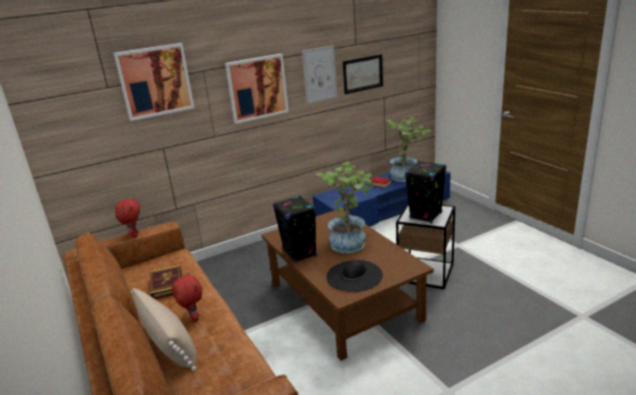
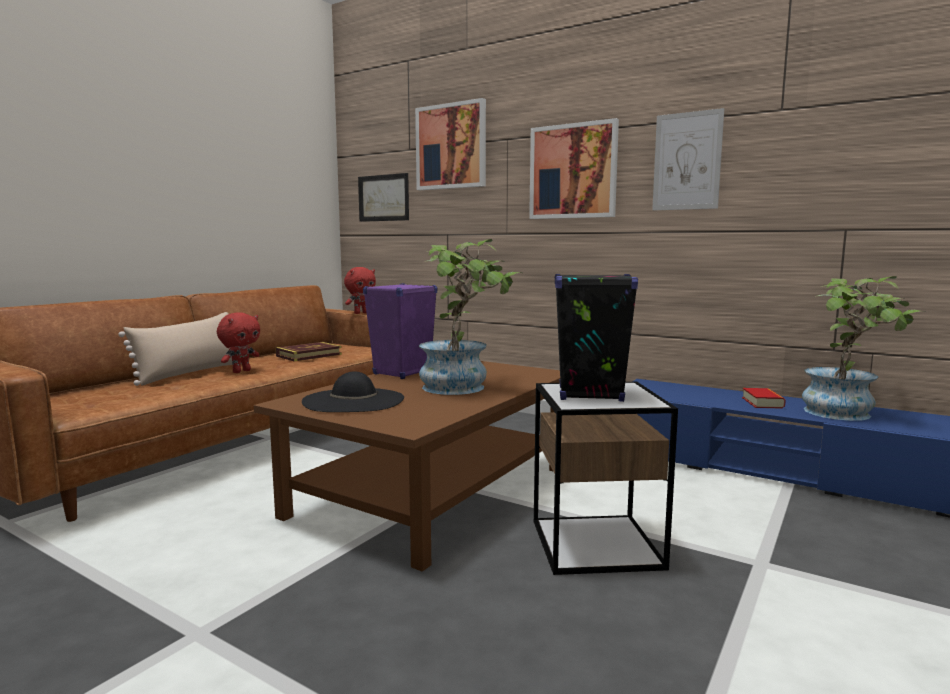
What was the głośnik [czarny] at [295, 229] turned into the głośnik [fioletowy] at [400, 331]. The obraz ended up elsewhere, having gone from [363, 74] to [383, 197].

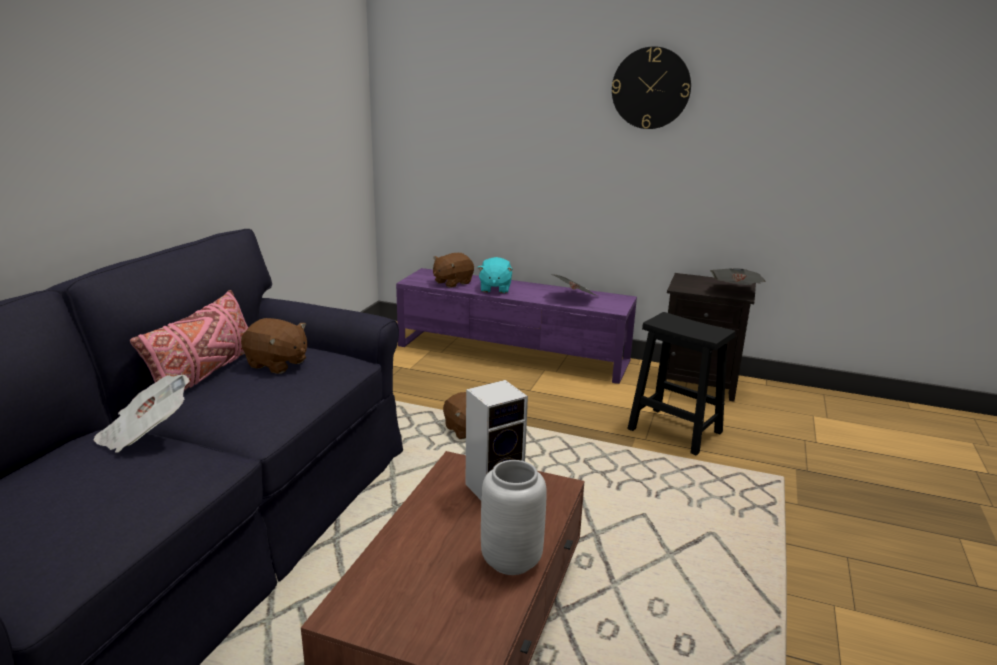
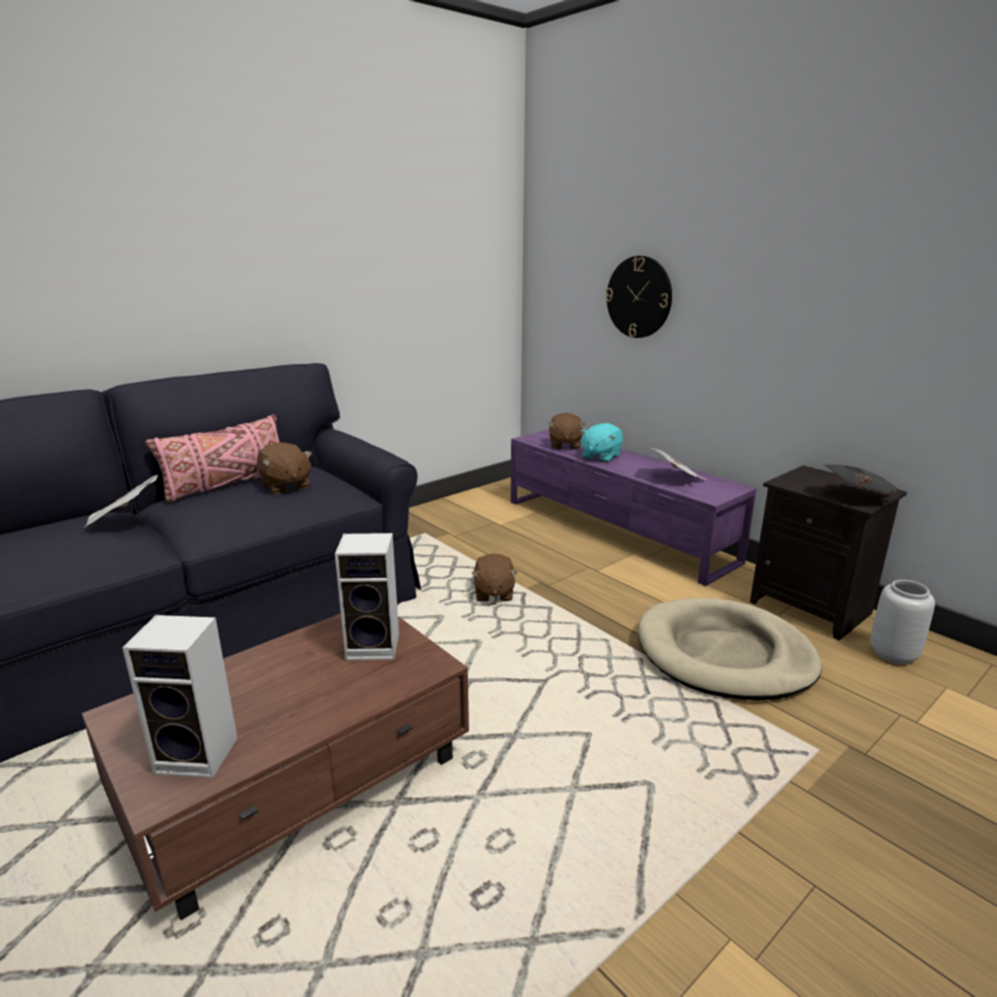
The pluszak [brązowy] at [453, 270] ended up facing another way, 75 degrees counterclockwise from before. The wazon [szary] ended up elsewhere, having gone from [514, 517] to [902, 622]. The zegar ścienny ended up elsewhere, having gone from [651, 87] to [638, 297]. Where the stołek [czarny] stood at [681, 384], the legowisko [beżowy] came to stand at [730, 649]. The second view gained the głośnik at [179, 696].

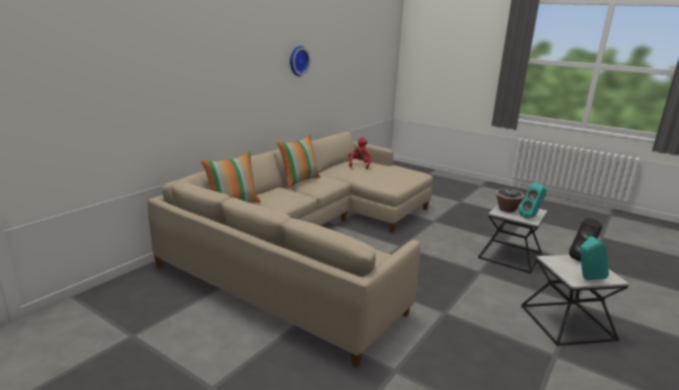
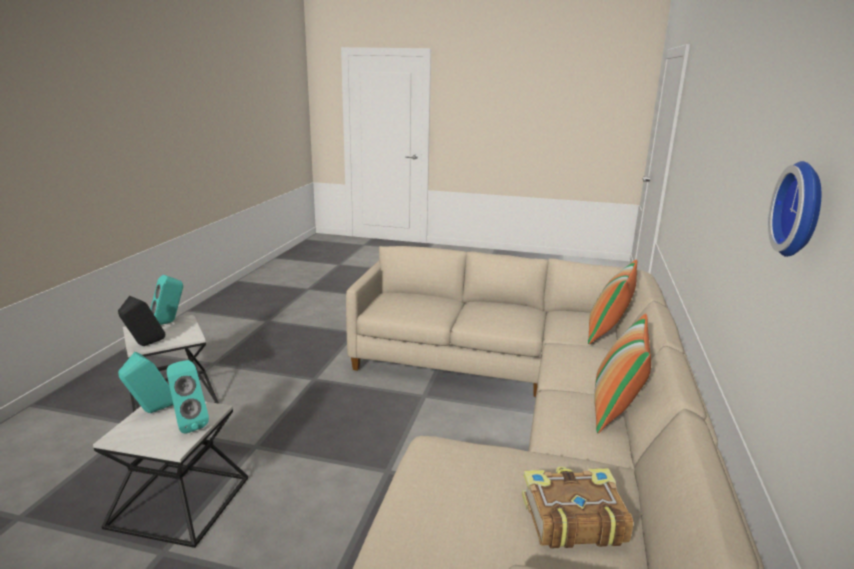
Where the pluszak [czerwony] stood at [360, 153], the książka came to stand at [577, 507]. Where the roślina doniczkowa stood at [510, 200], the głośnik [turkusowy] came to stand at [188, 397].

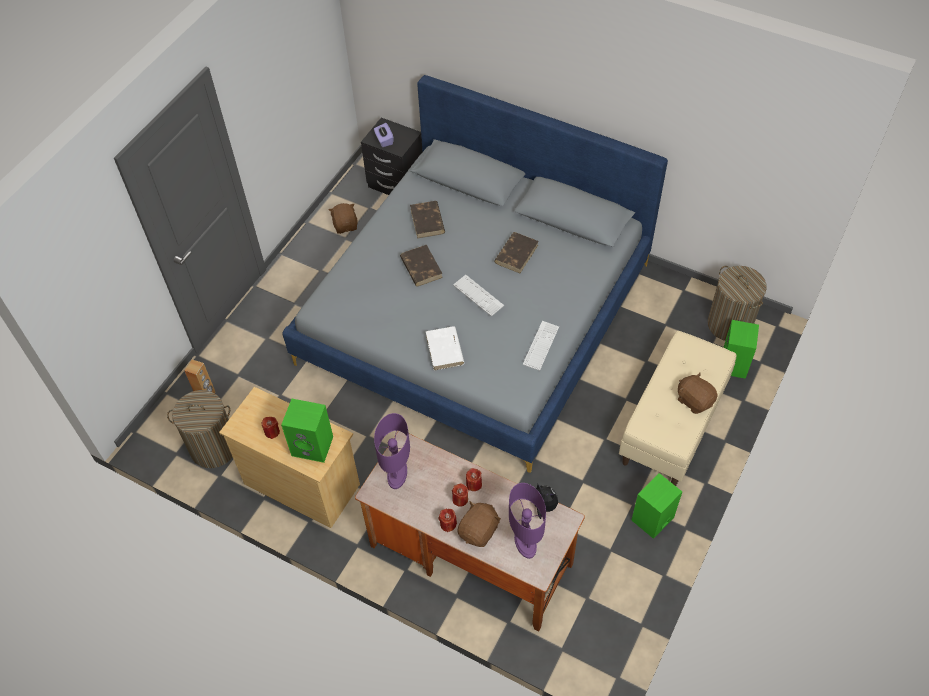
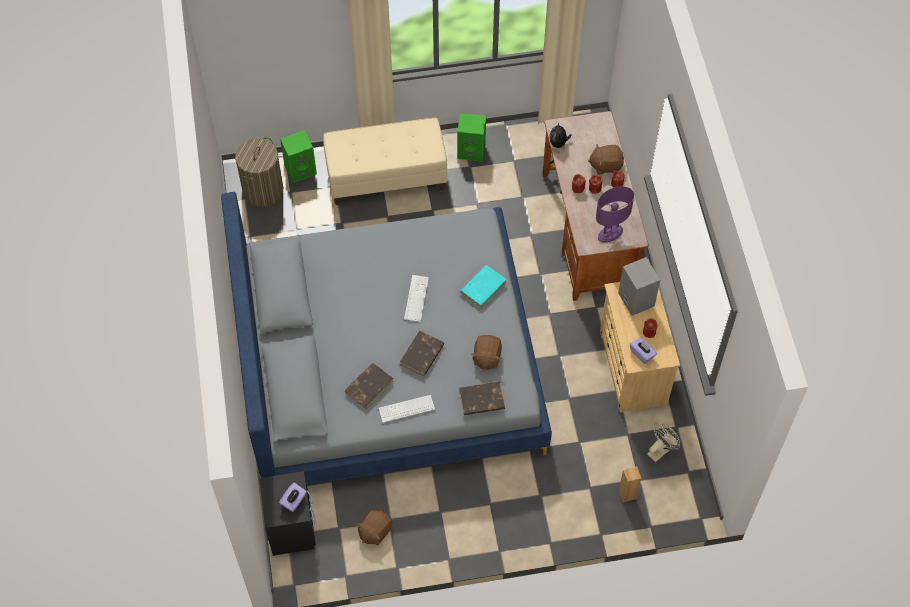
Where the kosz na pranie stood at [200, 429], the wentylator [beżowy] came to stand at [663, 442]. What was the głośnik [zielony] at [307, 431] turned into the głośnik [szary] at [639, 286]. What was the książka [biały] at [445, 348] turned into the książka [turkusowy] at [483, 287]. The książka [brązowy] ended up elsewhere, having gone from [516, 252] to [482, 398]. The second view lost the lampa stołowa [fioletowy] at [527, 521]. The klawiatura ended up elsewhere, having gone from [541, 346] to [407, 409]. The pluszak [brązowy] ended up elsewhere, having gone from [698, 393] to [486, 353]. The second view gained the pudełko chusteczek [fioletowy] at [643, 350].

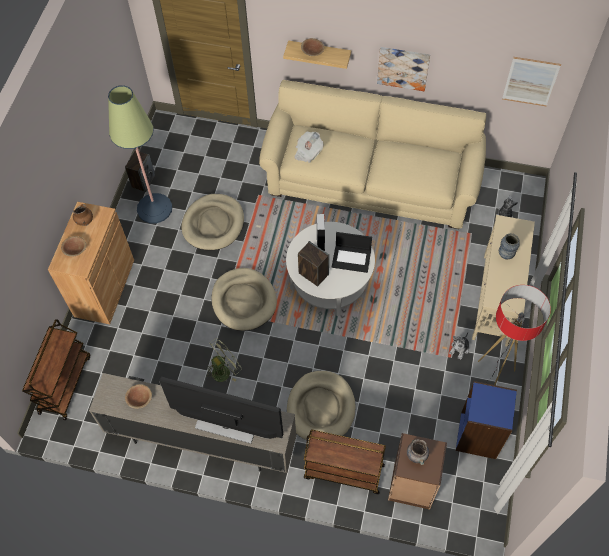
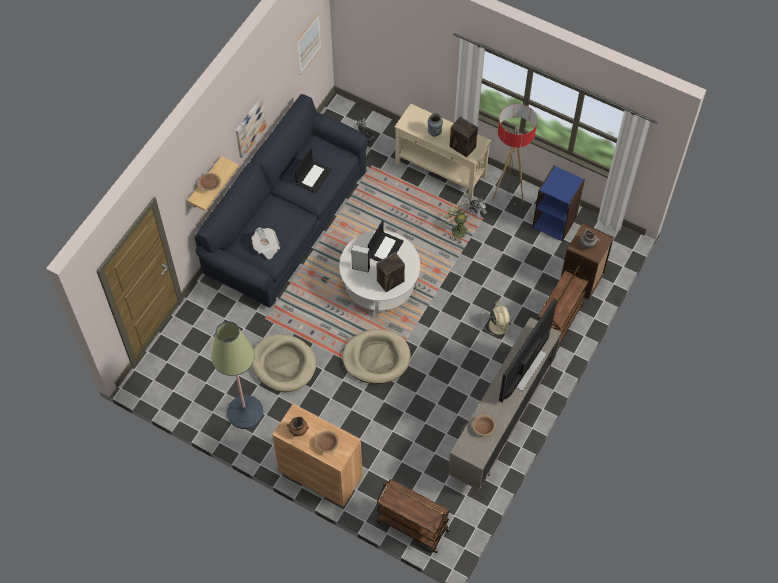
The głośnik ended up elsewhere, having gone from [140, 171] to [464, 136]. The wentylator [zielony] ended up elsewhere, having gone from [224, 360] to [458, 222]. What was the kanapa [beżowy] at [372, 154] turned into the kanapa [niebieski] at [282, 201]. Where the legowisko [beżowy] stood at [321, 406], the wentylator [beżowy] came to stand at [498, 320]. The second view gained the laptop at [313, 170].

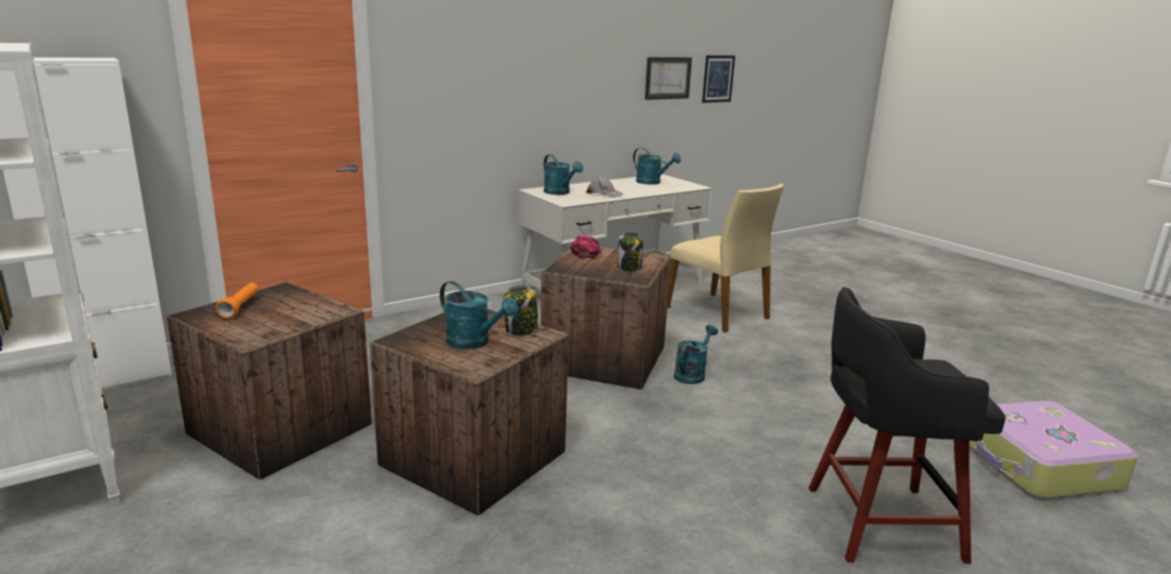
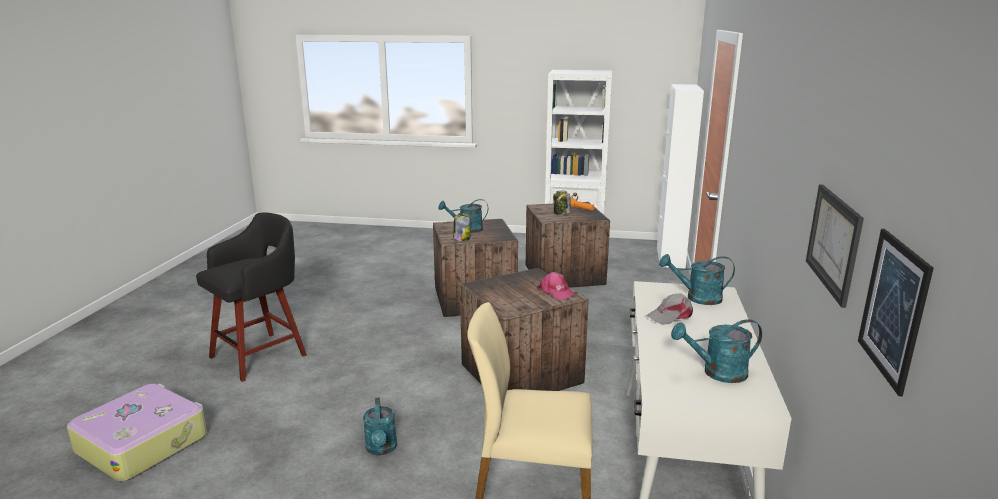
The słoik ended up elsewhere, having gone from [630, 252] to [562, 203]. The konewka [turkusowy] ended up elsewhere, having gone from [696, 354] to [380, 426].

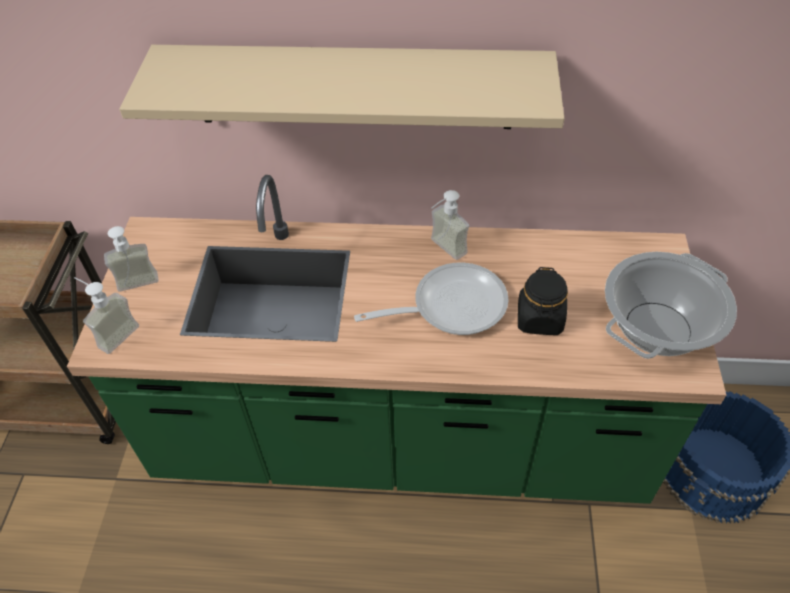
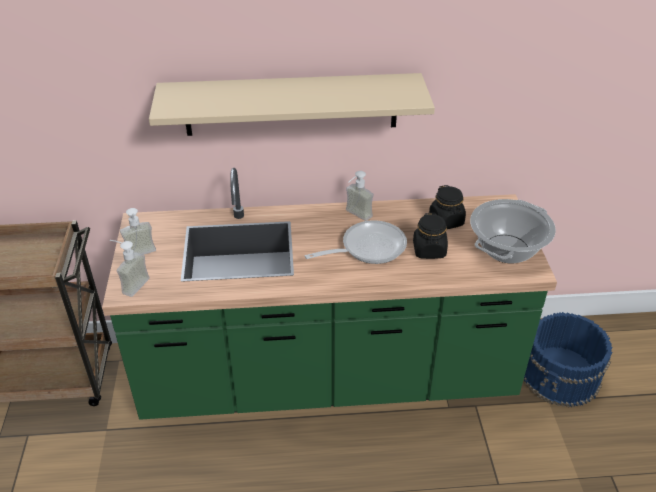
The second view gained the słoik [czarny] at [447, 207].

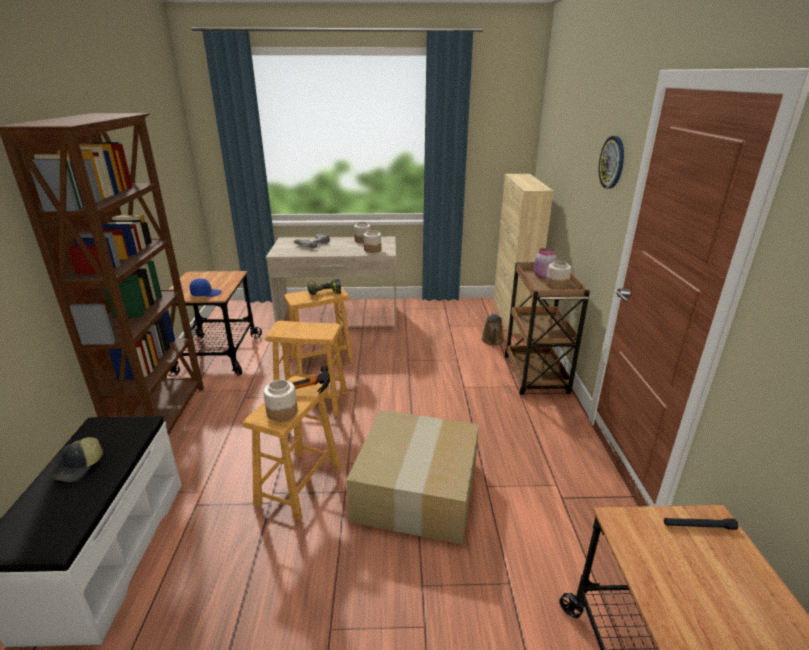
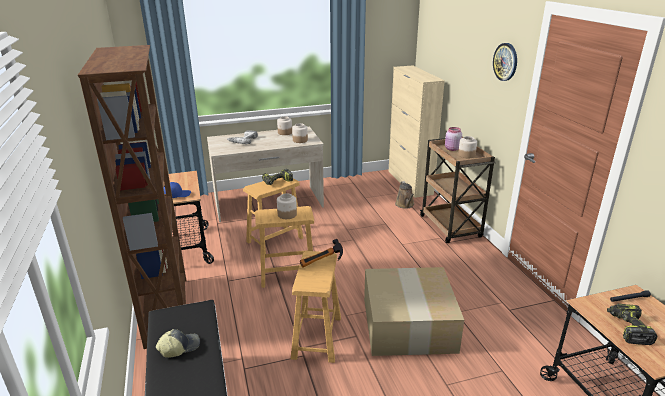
The czapka z daszkiem at [78, 459] ended up facing another way, 120 degrees counterclockwise from before. The słoik ended up elsewhere, having gone from [280, 400] to [287, 206]. The second view gained the wiertarka at [632, 324].

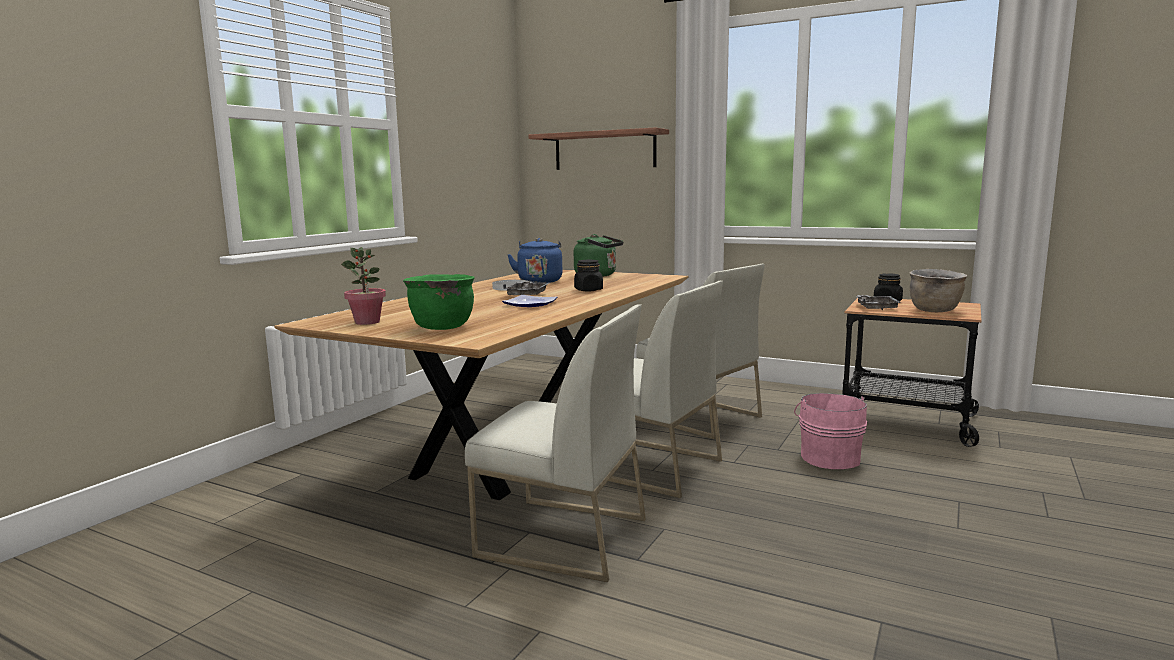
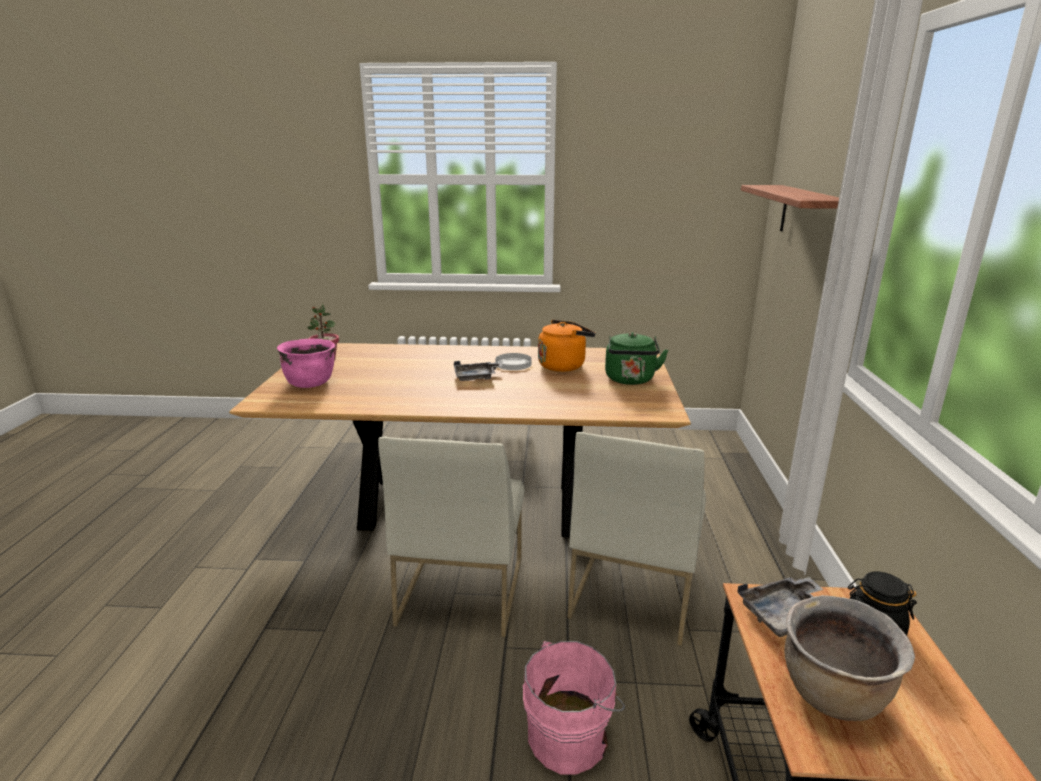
What was the garnek [zielony] at [438, 302] turned into the garnek [różowy] at [306, 363]. The second view lost the krzesło [biały] at [555, 443]. The second view lost the talerz at [530, 301]. What was the czajnik [niebieski] at [534, 260] turned into the czajnik [pomarańczowy] at [566, 346]. The second view lost the słoik [czarny] at [588, 275].

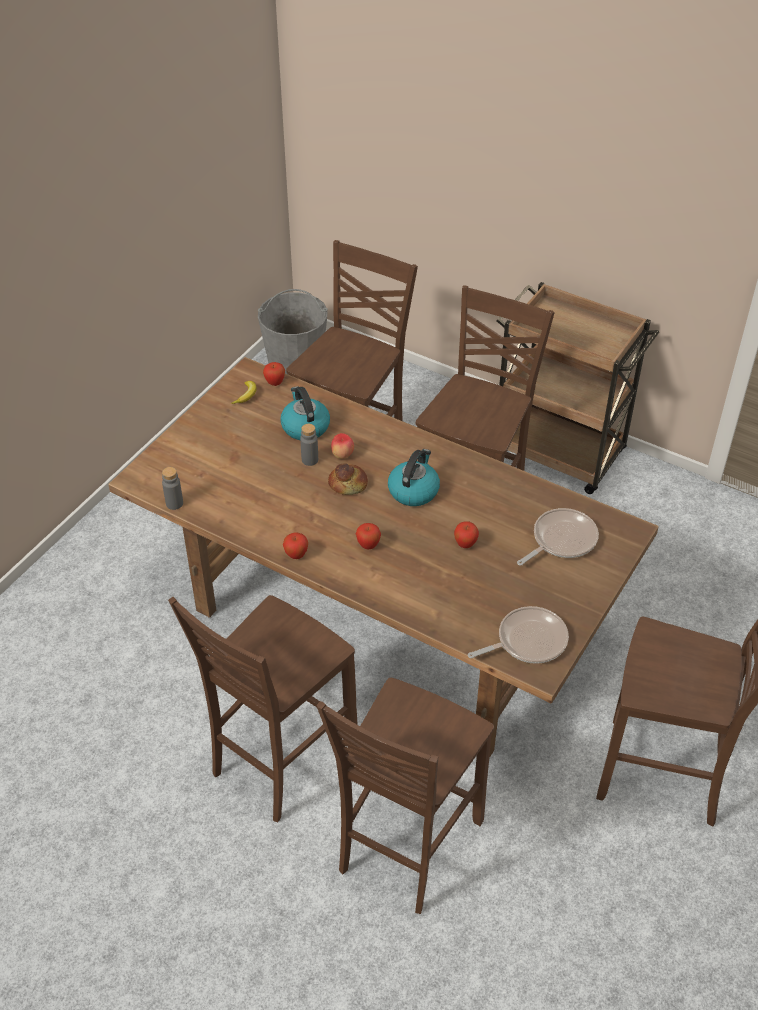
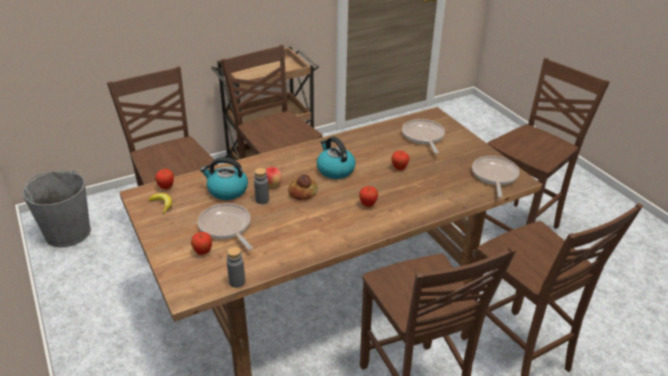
The jabłko ended up elsewhere, having gone from [295, 545] to [201, 243]. The second view gained the patelnia at [225, 226].

